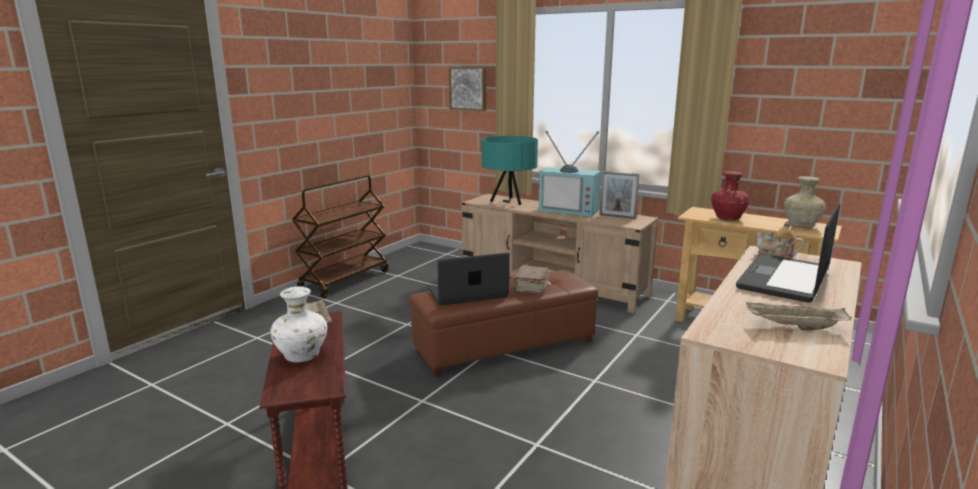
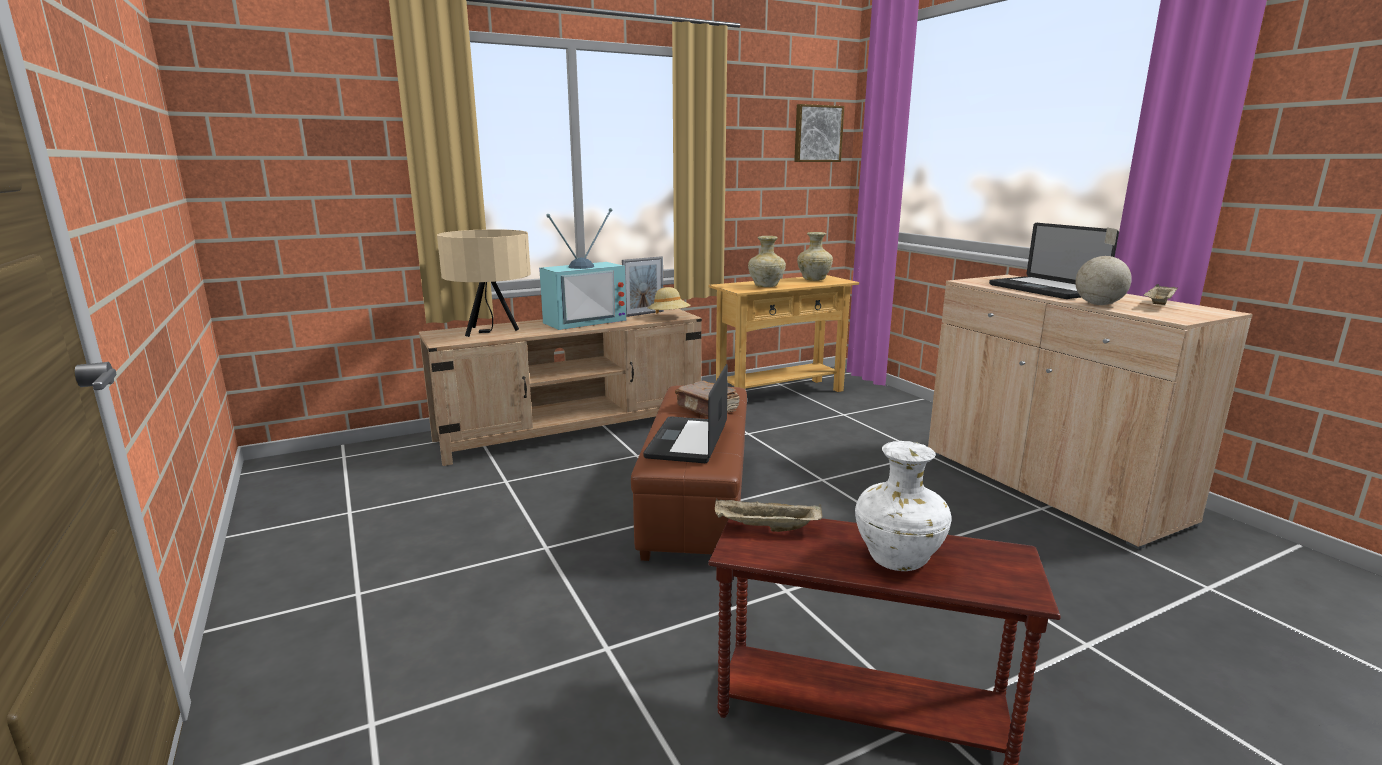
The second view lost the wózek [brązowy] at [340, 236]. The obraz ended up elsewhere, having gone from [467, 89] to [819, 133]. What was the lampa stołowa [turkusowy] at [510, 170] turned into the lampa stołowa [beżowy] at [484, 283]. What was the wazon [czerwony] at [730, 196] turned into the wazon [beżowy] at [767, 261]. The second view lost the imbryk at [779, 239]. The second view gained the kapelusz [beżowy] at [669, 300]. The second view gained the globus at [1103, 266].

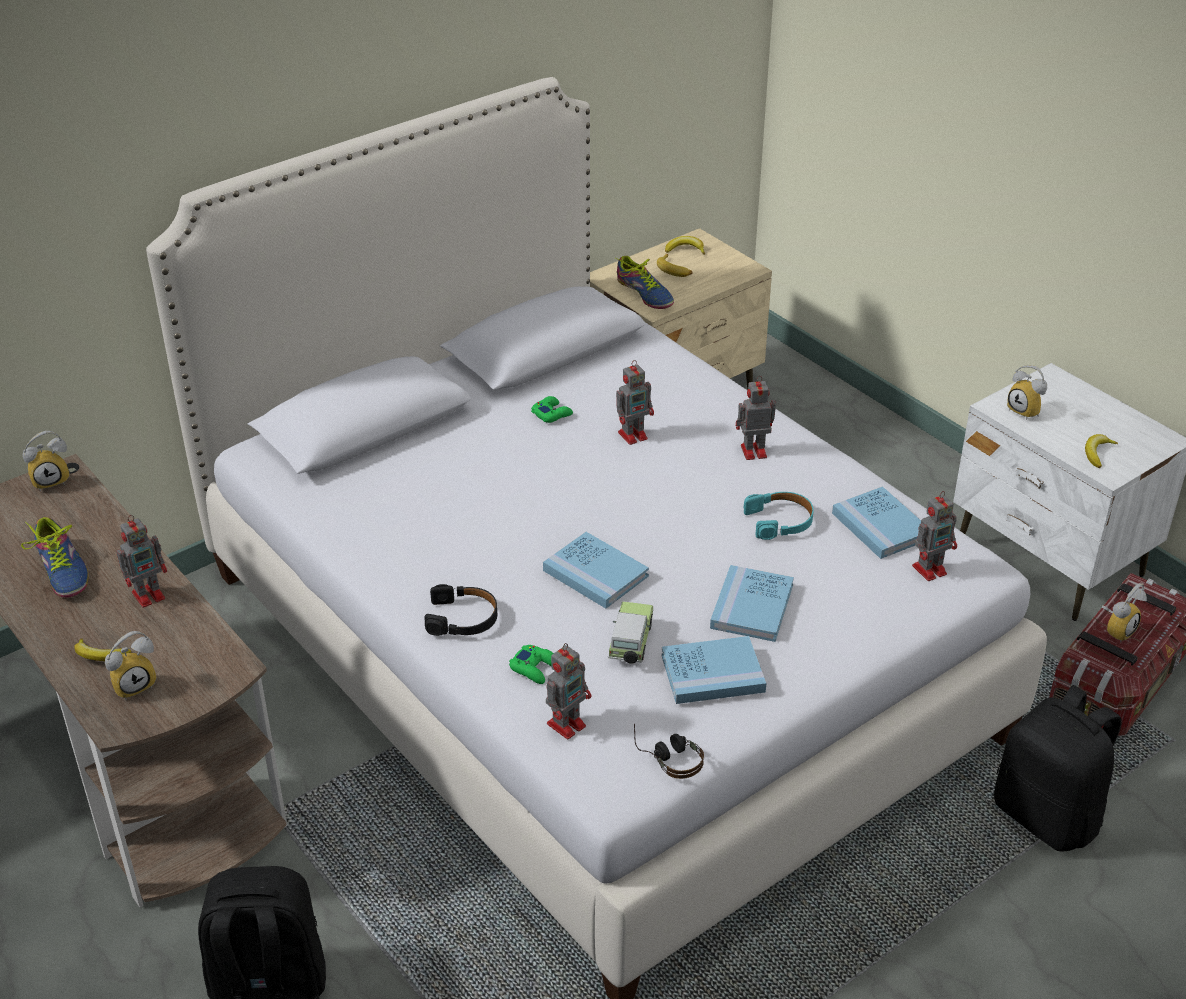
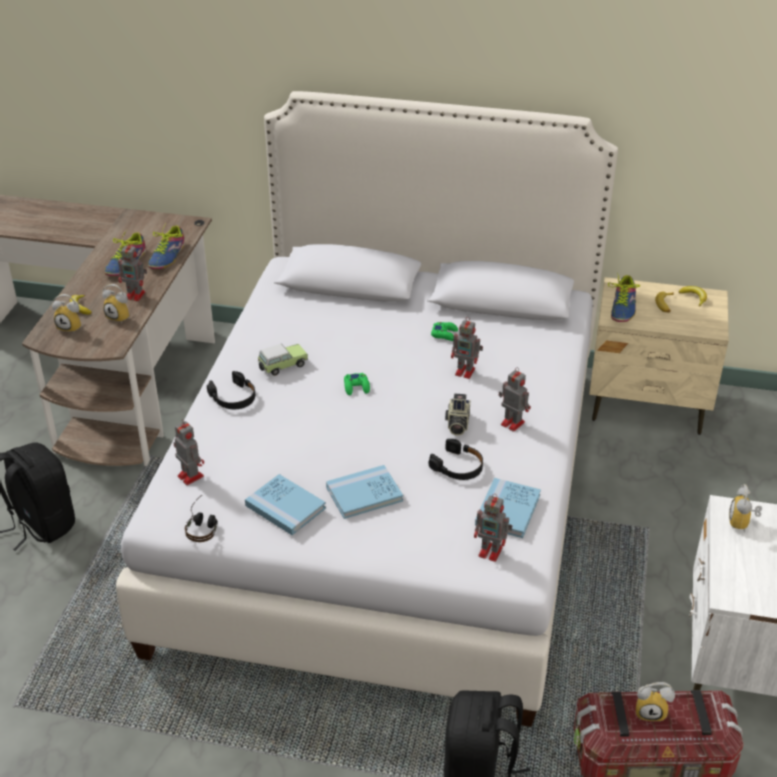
The budzik ended up elsewhere, having gone from [46, 461] to [115, 304]. The pad do gier [zielony] ended up elsewhere, having gone from [531, 664] to [357, 384]. The second view lost the książka [niebieski] at [596, 570]. The robot zabawkowy at [568, 691] ended up facing another way, 135 degrees counterclockwise from before. The samochodzik ended up elsewhere, having gone from [630, 632] to [283, 360]. What was the słuchawki [turkusowy] at [779, 516] turned into the słuchawki [czarny] at [456, 459]. The second view lost the banan at [1101, 451]. The second view gained the but at [166, 246]. The second view gained the aparat fotograficzny at [457, 414].

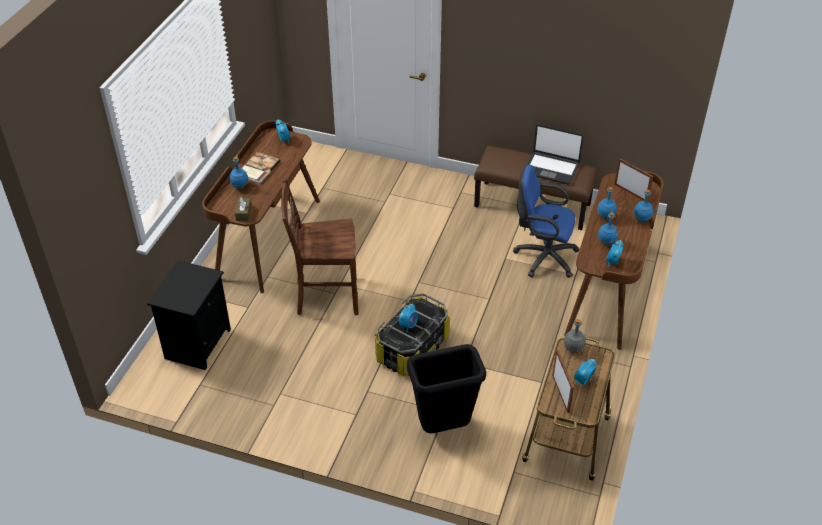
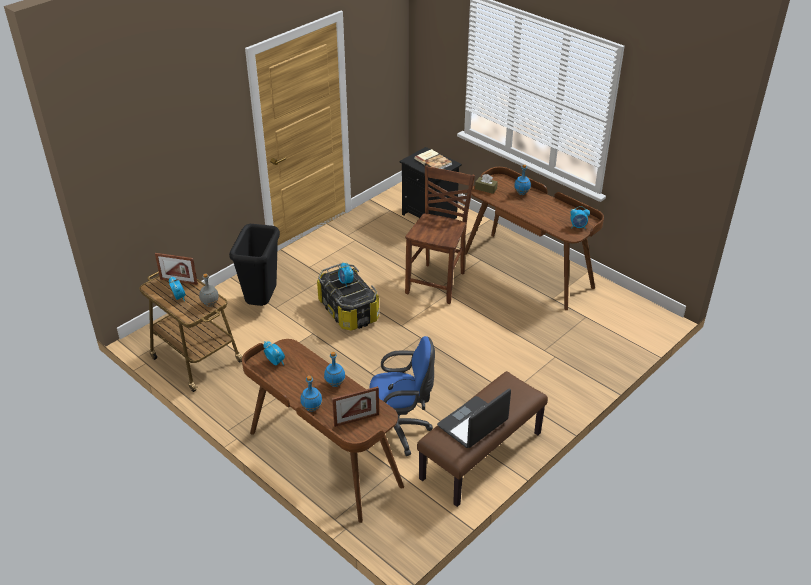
The książka ended up elsewhere, having gone from [261, 167] to [433, 159]. The krzesło biurowe [niebieski] at [546, 221] ended up facing another way, 45 degrees clockwise from before. The second view lost the butelka [niebieski] at [608, 229].

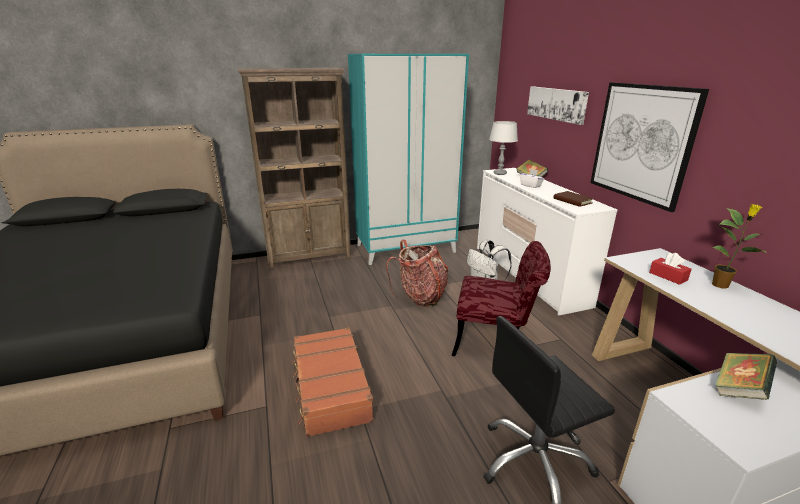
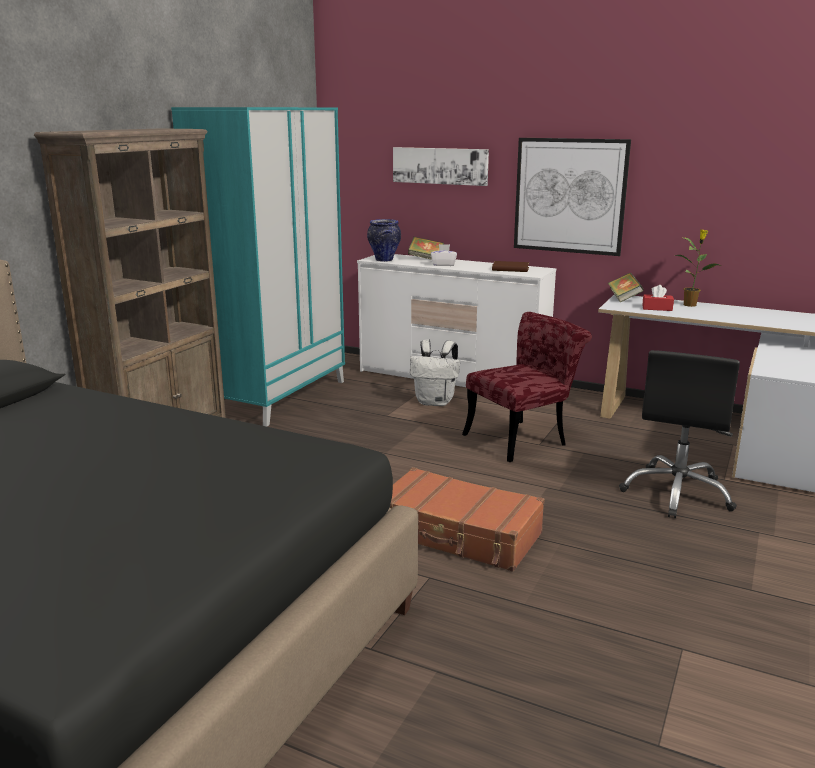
The second view lost the plecak at [417, 273]. Where the lampa stołowa [szary] stood at [503, 148], the wazon came to stand at [384, 240]. The książka ended up elsewhere, having gone from [746, 376] to [626, 288].

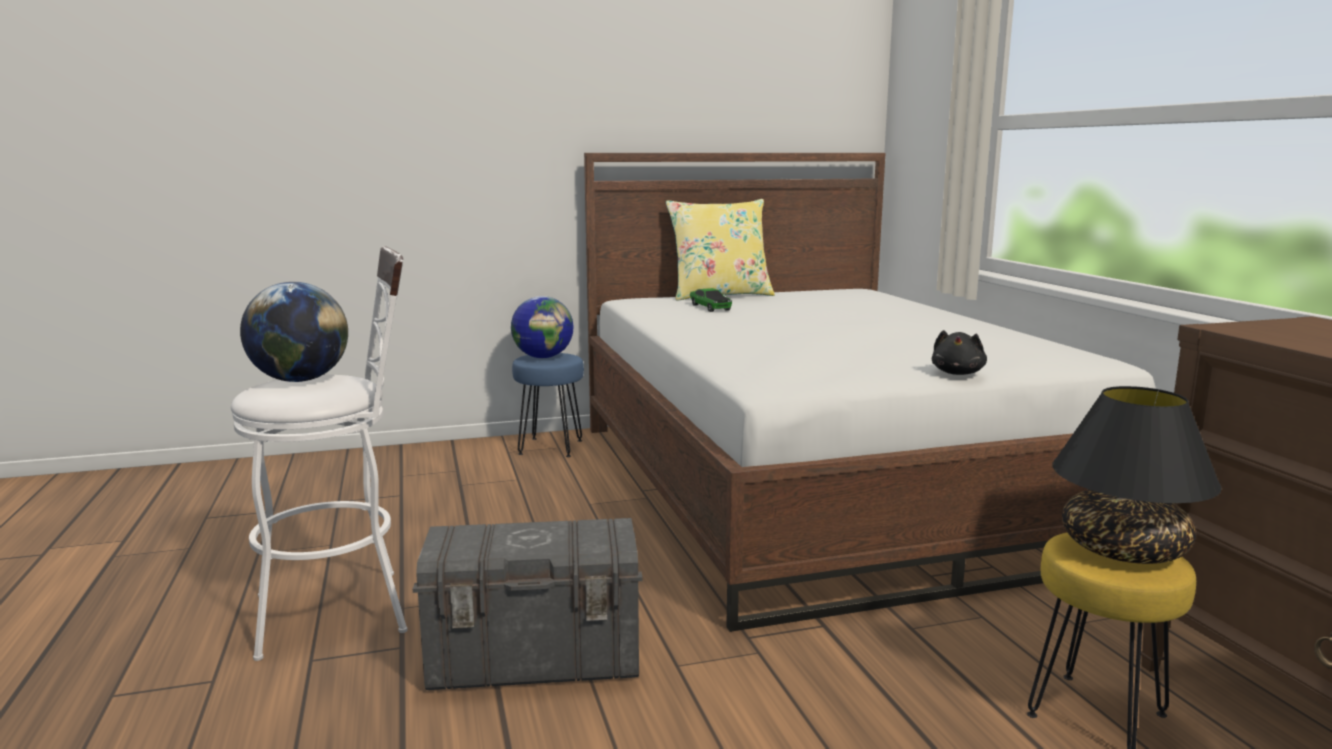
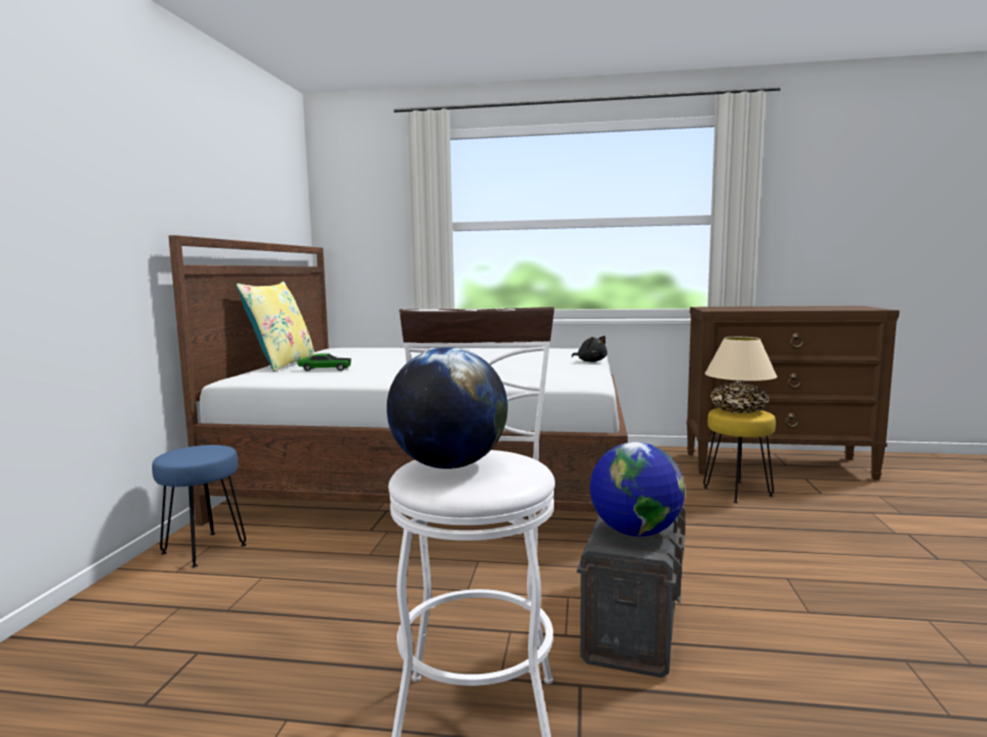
The globus ended up elsewhere, having gone from [542, 327] to [637, 489]. What was the lampa stołowa [czarny] at [1136, 475] turned into the lampa stołowa [beżowy] at [741, 375].

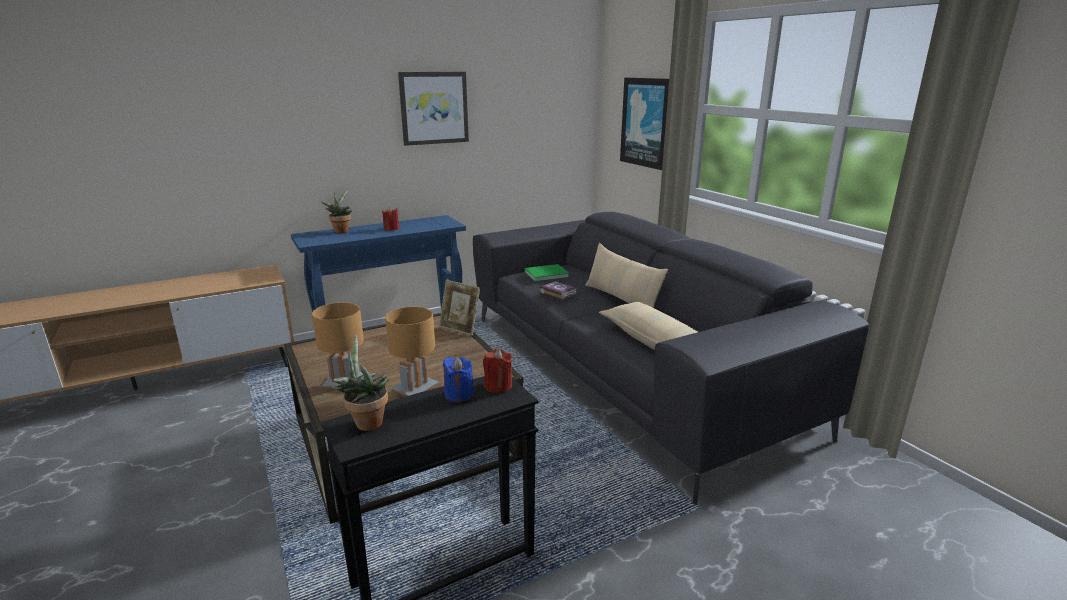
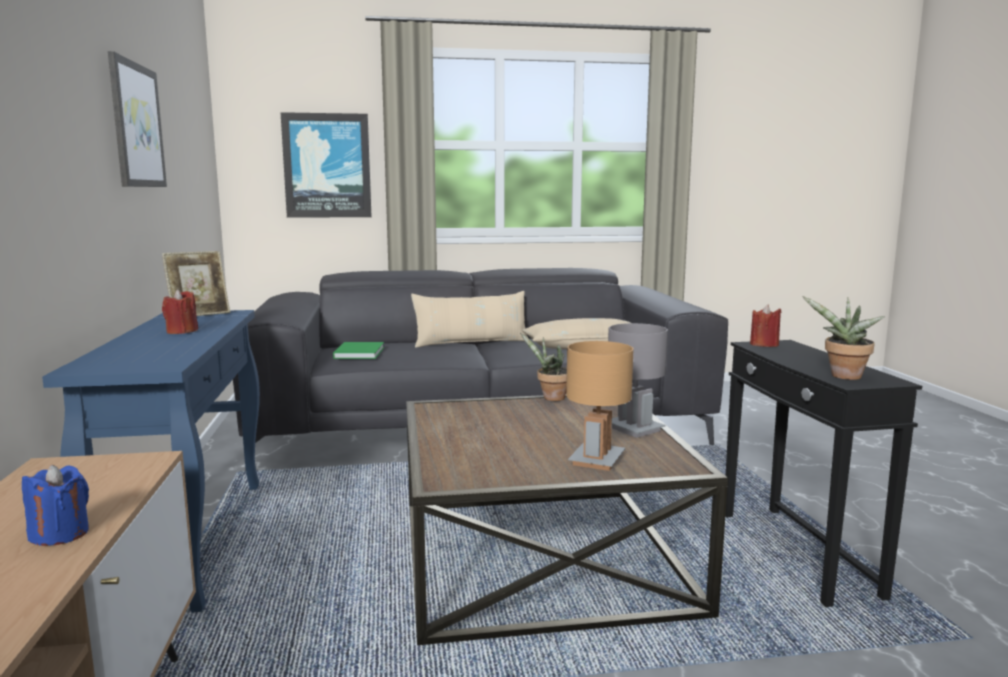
The roślina doniczkowa ended up elsewhere, having gone from [336, 211] to [543, 367]. What was the lampa stołowa [brązowy] at [412, 352] turned into the lampa stołowa [szary] at [638, 380]. The ramka na zdjęcie ended up elsewhere, having gone from [459, 307] to [196, 283]. The świeca [niebieski] ended up elsewhere, having gone from [458, 380] to [55, 505]. The second view lost the książka at [558, 291].

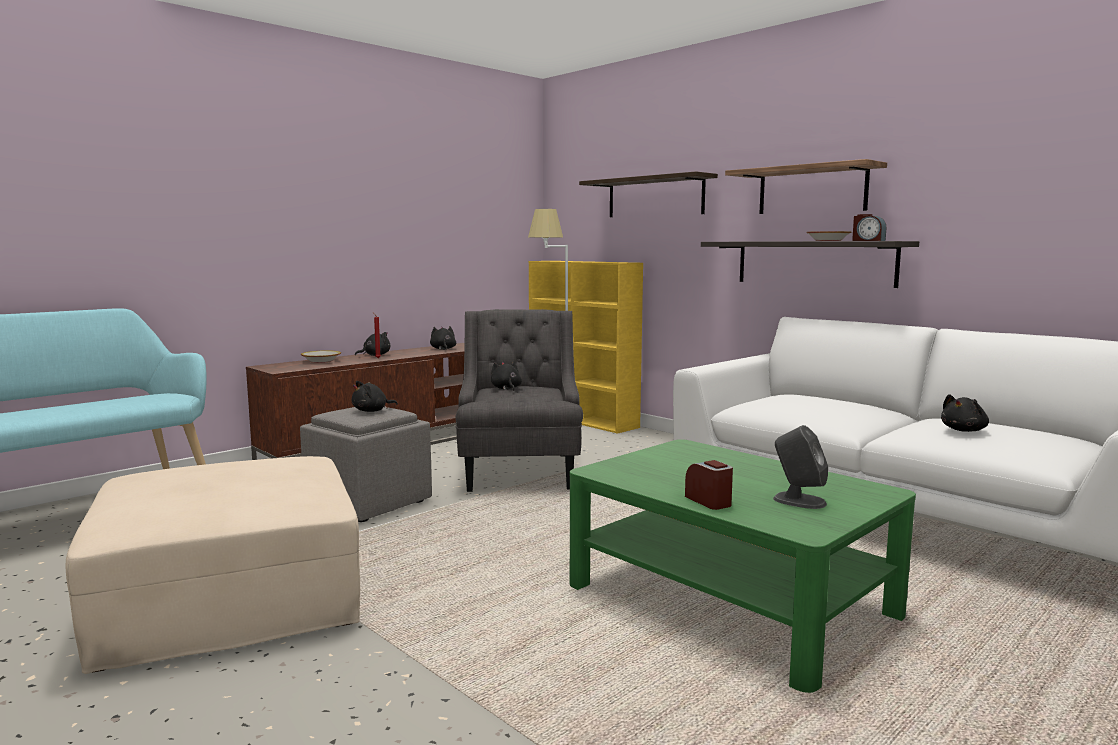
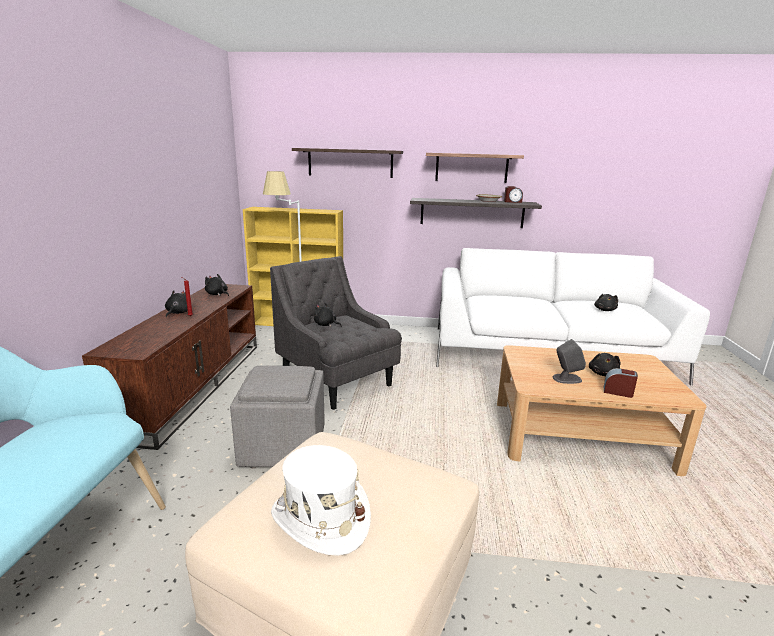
The second view lost the miska at [321, 356]. The pluszak [czarny] ended up elsewhere, having gone from [375, 396] to [604, 364]. What was the ława [zielony] at [743, 566] turned into the ława [beżowy] at [602, 410]. The głośnik [szary] ended up elsewhere, having gone from [800, 467] to [569, 361]. The second view gained the kapelusz [biały] at [321, 500].

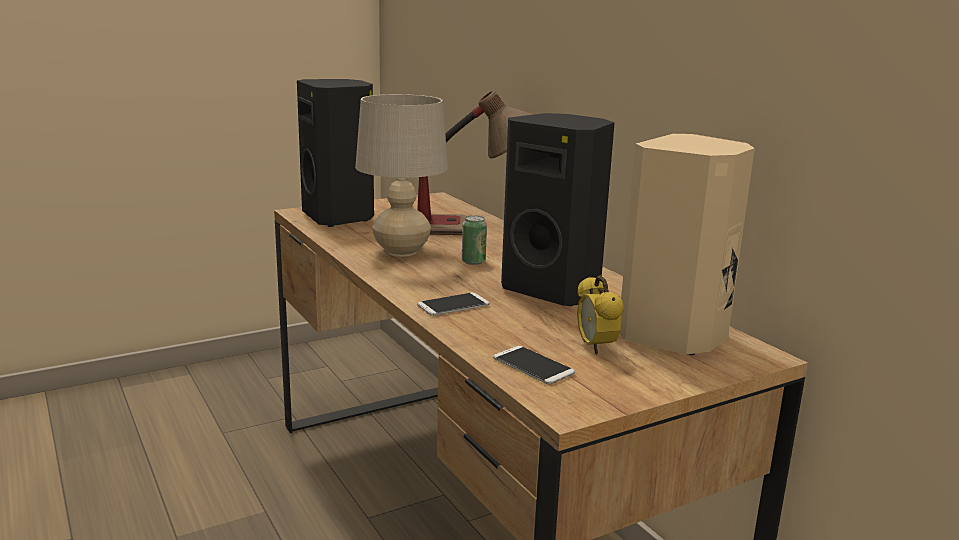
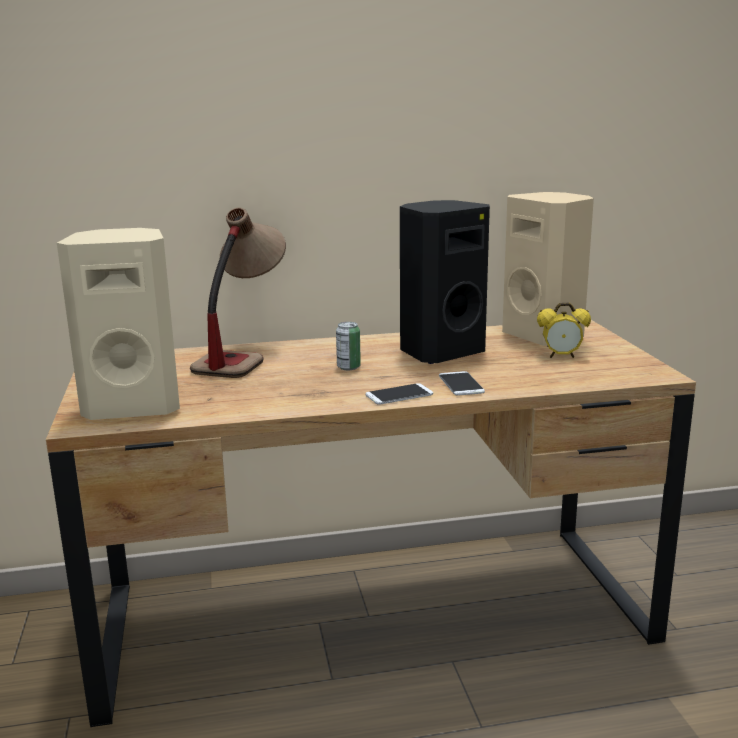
What was the głośnik [czarny] at [335, 153] turned into the głośnik [beżowy] at [118, 324]. The second view lost the lampa stołowa [beżowy] at [401, 175]. The telefon ended up elsewhere, having gone from [534, 365] to [399, 394].

